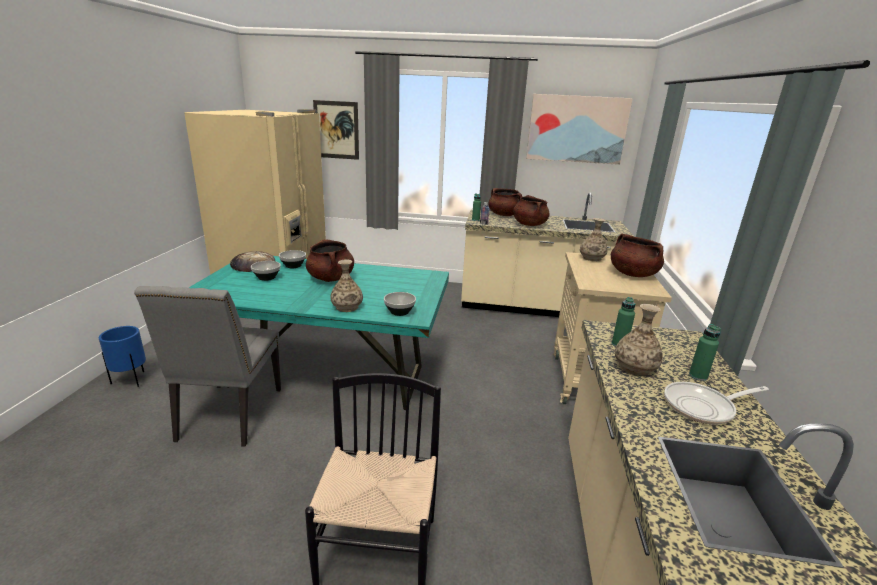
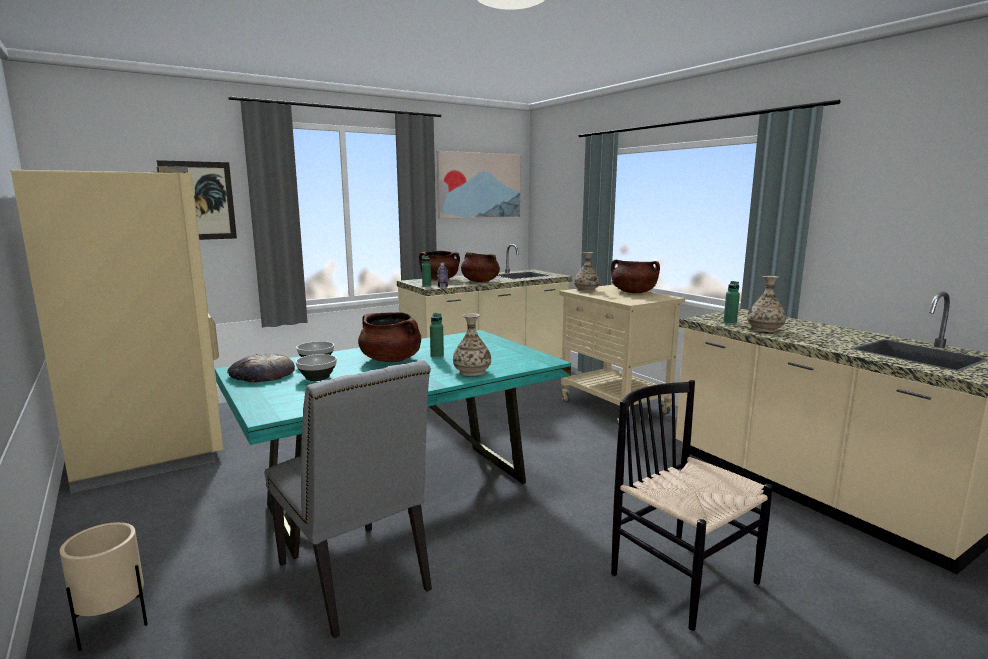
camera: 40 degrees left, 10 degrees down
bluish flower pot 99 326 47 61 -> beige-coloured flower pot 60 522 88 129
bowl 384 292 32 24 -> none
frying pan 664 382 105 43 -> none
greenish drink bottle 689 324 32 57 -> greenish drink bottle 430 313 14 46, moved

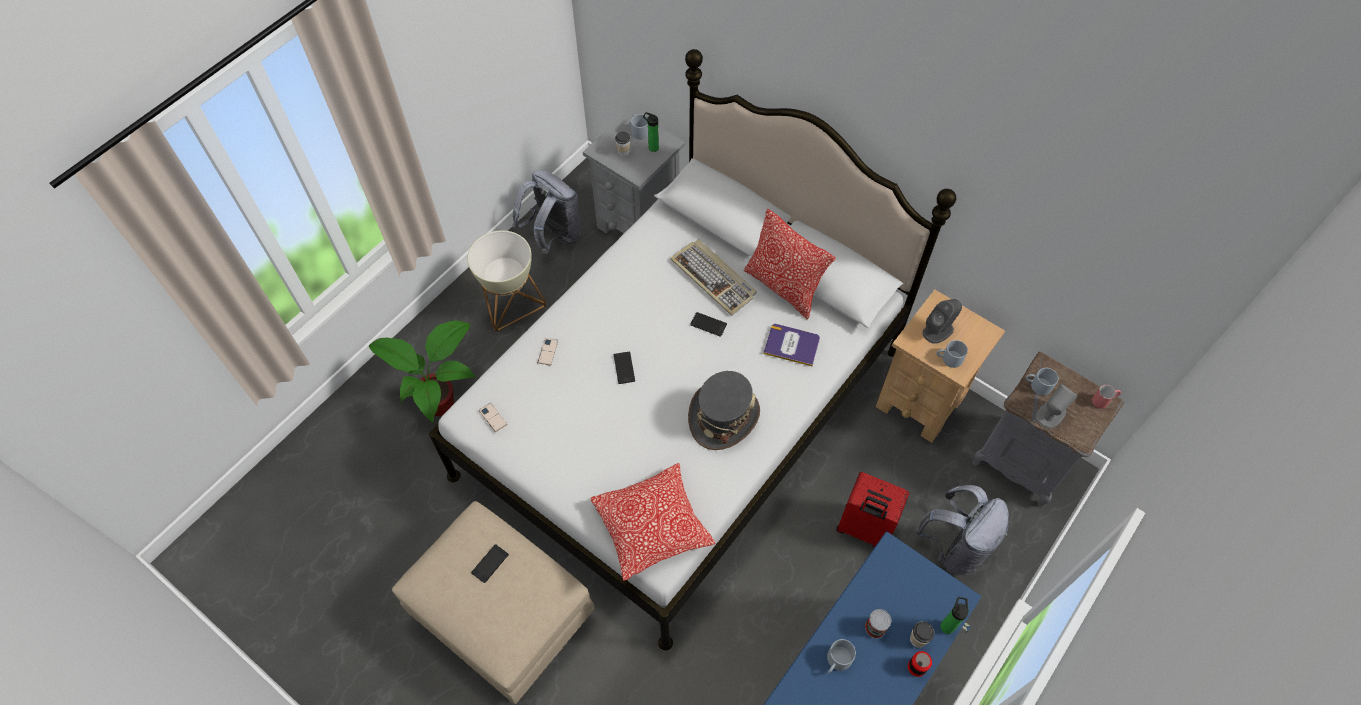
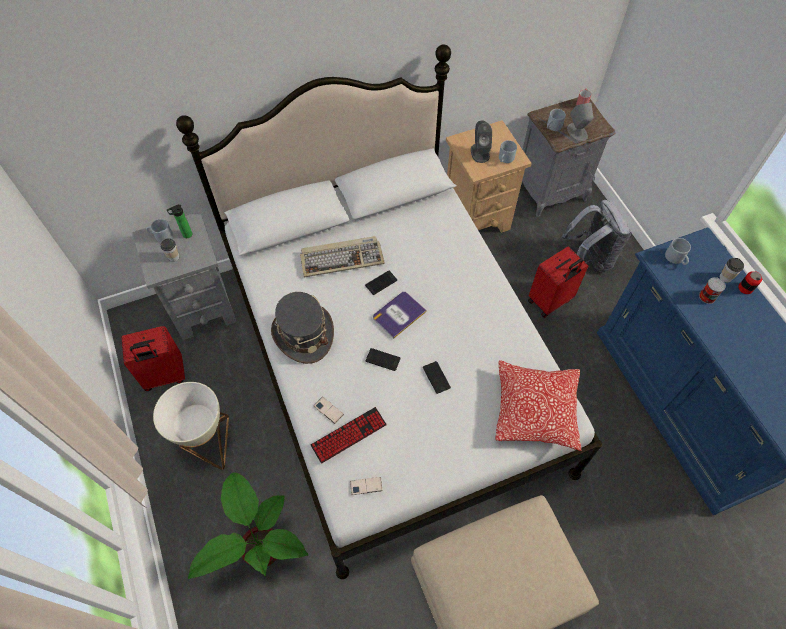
camera: 60 degrees left, 0 degrees up
phone 471 544 38 39 -> phone 423 361 28 33, moved
gray knapsack 513 170 68 84 -> reddish travel case 121 326 64 65
gray clothing hat 688 371 72 79 -> gray clothing hat 271 292 63 72, moved
cushion 744 209 91 110 -> none
volume 763 324 57 42 -> volume 373 292 54 47, moved
gray tea mug 827 639 29 35 -> gray tea mug 665 238 26 27, moved
drink bottle 940 597 29 37 -> none
none -> computer keyboard 311 407 76 57

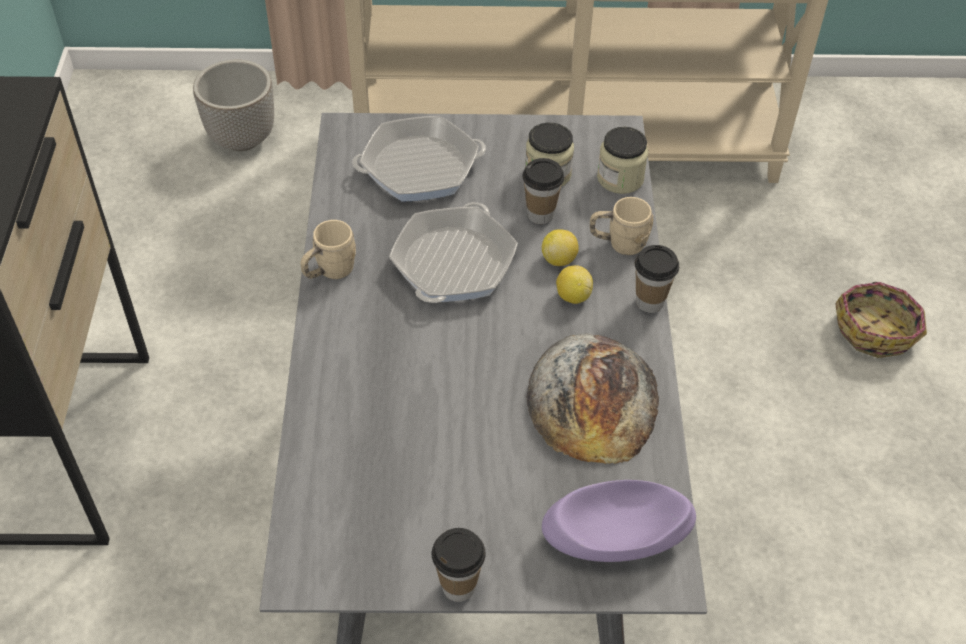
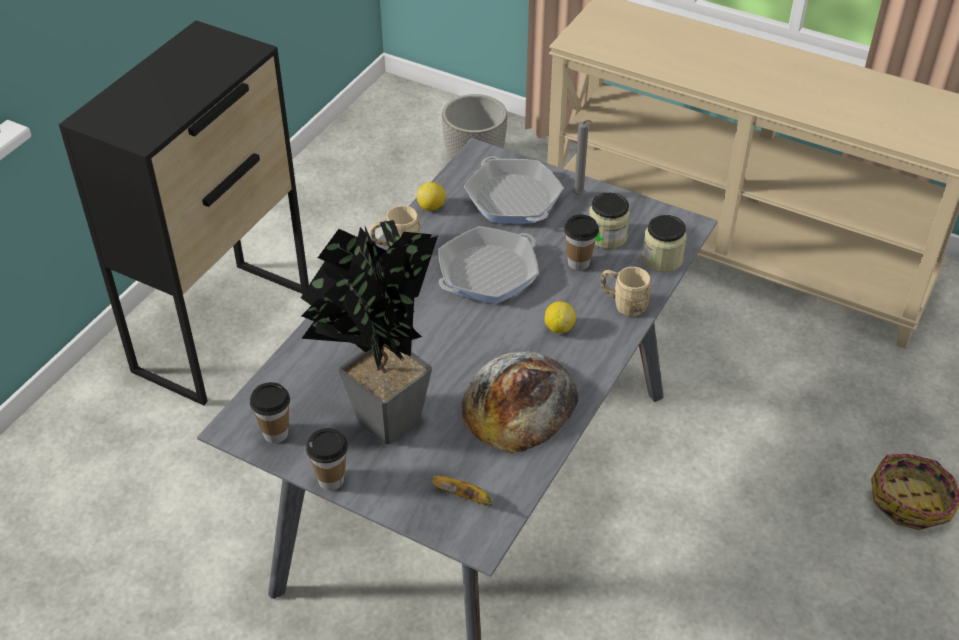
camera: 30 degrees right, 5 degrees down
frying pan 352 116 134 86 -> frying pan 464 156 100 68, 135 degrees counterclockwise
citrus fruit 542 229 37 37 -> citrus fruit 417 182 28 29, moved
purple-coloured bowl 542 480 154 82 -> banana 431 476 61 29
small cup 635 245 44 68 -> small cup 250 382 40 61, moved
none -> plant in a pot 301 220 137 224
none -> gray candle 573 120 18 75

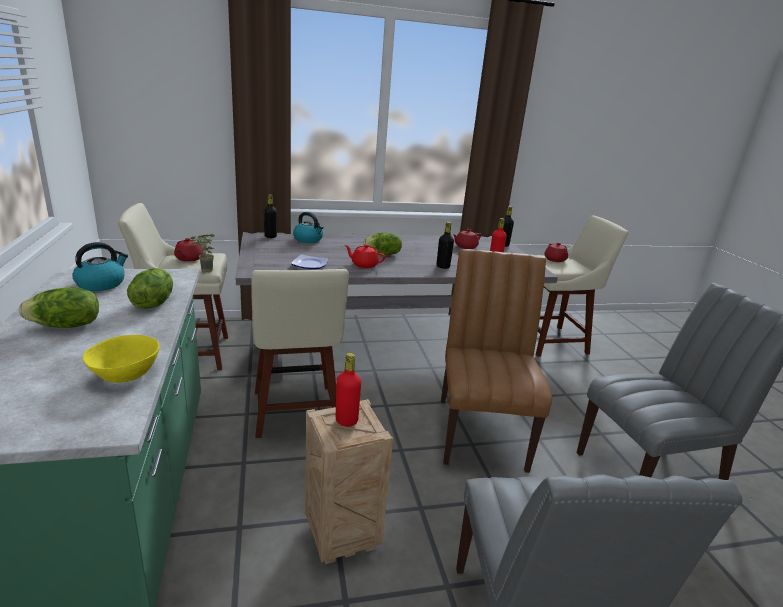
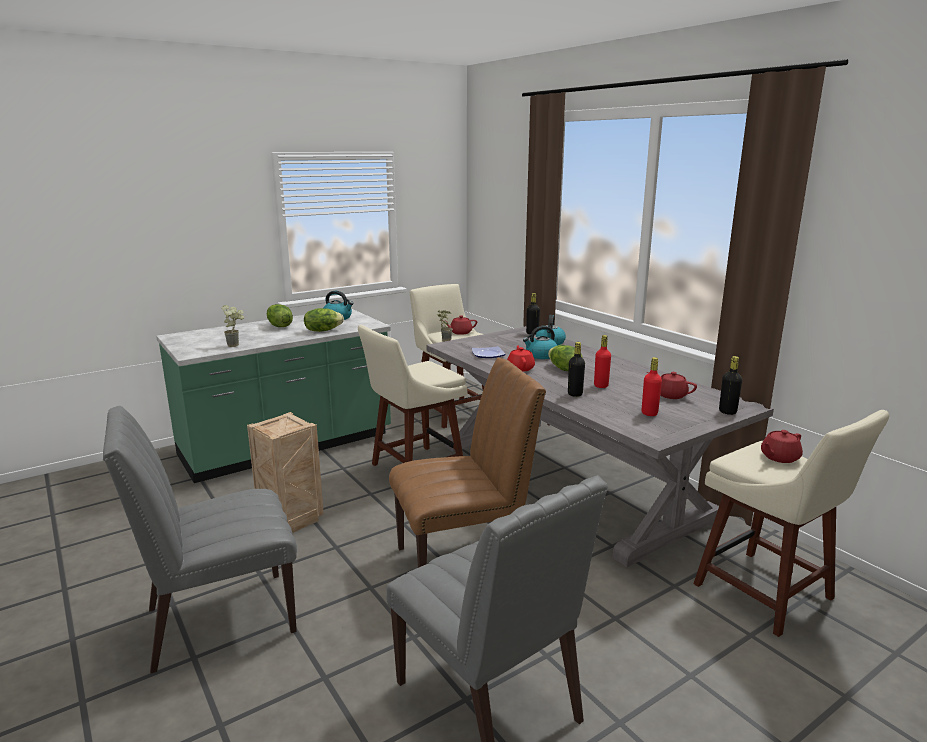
camera: 70 degrees right, 5 degrees down
yellow-coloured bowl 83 335 77 48 -> plant in a pot 222 305 22 42
reddish drink bottle 336 353 25 74 -> reddish drink bottle 594 335 17 53, moved
none -> tea kettle 523 326 34 33

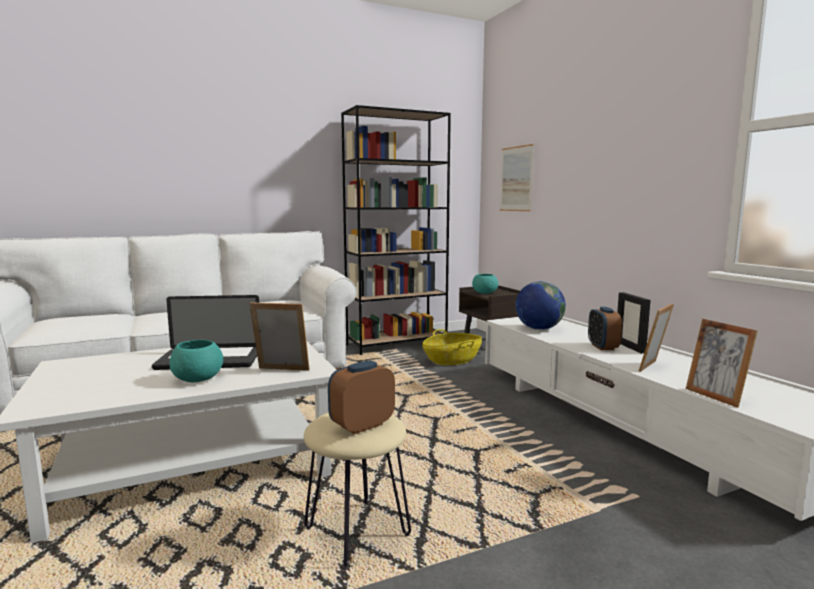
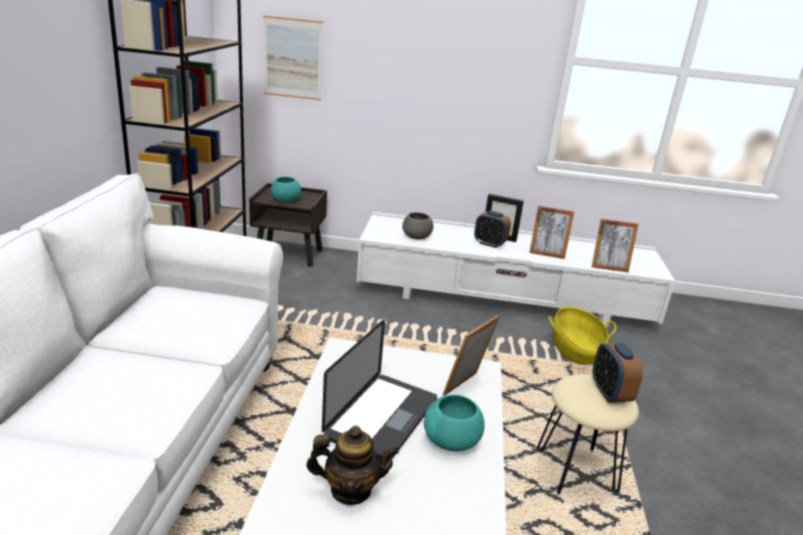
camera: 60 degrees left, 15 degrees up
storage basket 423 329 59 36 -> storage basket 548 307 68 58, moved
world globe 516 281 50 49 -> gray bowl 402 212 31 28
photo frame 639 303 35 69 -> photo frame 529 206 45 53, 60 degrees counterclockwise
none -> pot for tea 306 426 93 79

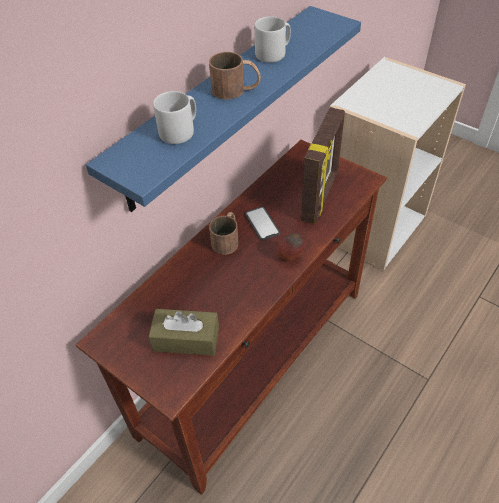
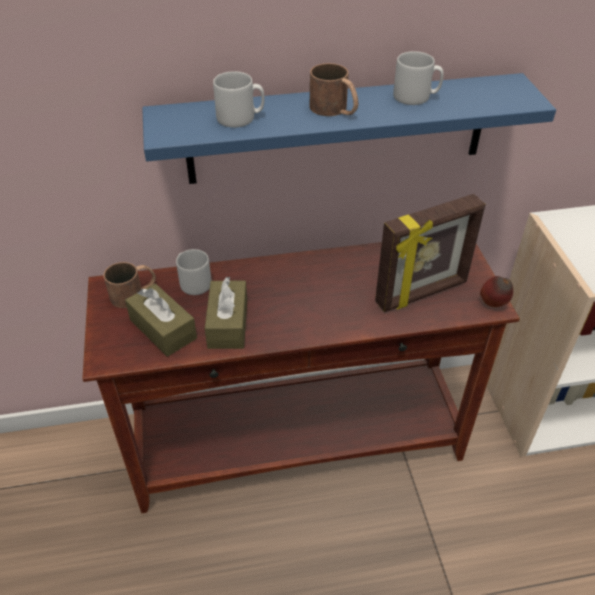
camera: 40 degrees right, 5 degrees down
brownish tea mug 209 212 30 43 -> brownish tea mug 104 262 52 46, moved
phone 245 206 35 35 -> none
apple 278 233 27 28 -> apple 480 276 33 31, moved
none -> gray tea mug 176 249 36 46
none -> brownish tissue holder 205 277 42 72

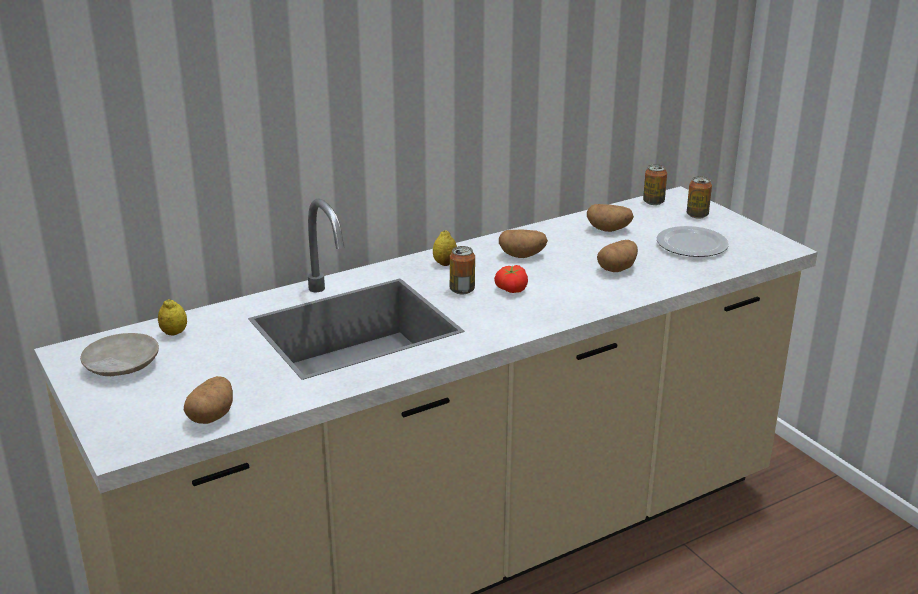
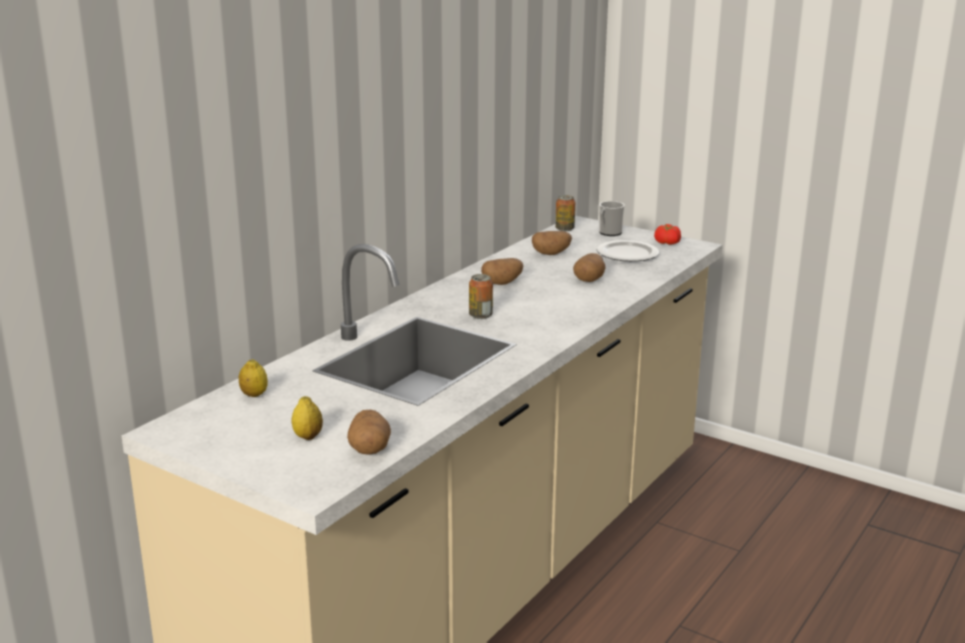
camera: 25 degrees left, 5 degrees down
beige-coloured flat dish 80 333 79 43 -> none
citrus fruit 433 231 24 35 -> citrus fruit 292 396 31 44, moved
tomato 494 265 34 28 -> tomato 654 224 27 21, moved
metal can 687 176 25 42 -> tea mug 599 201 26 35

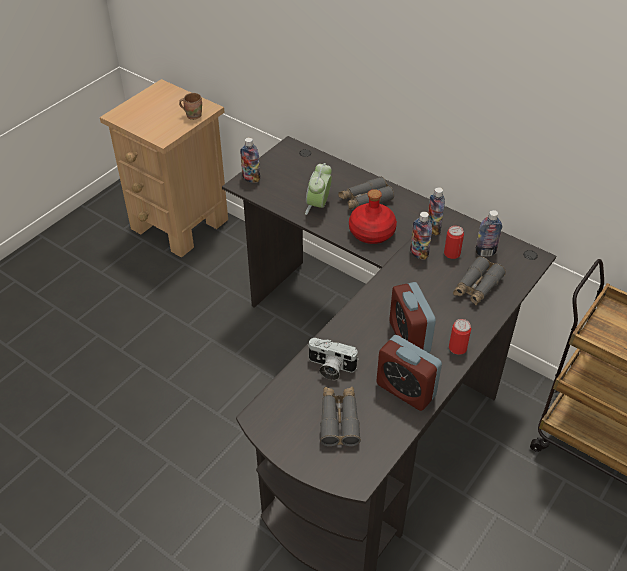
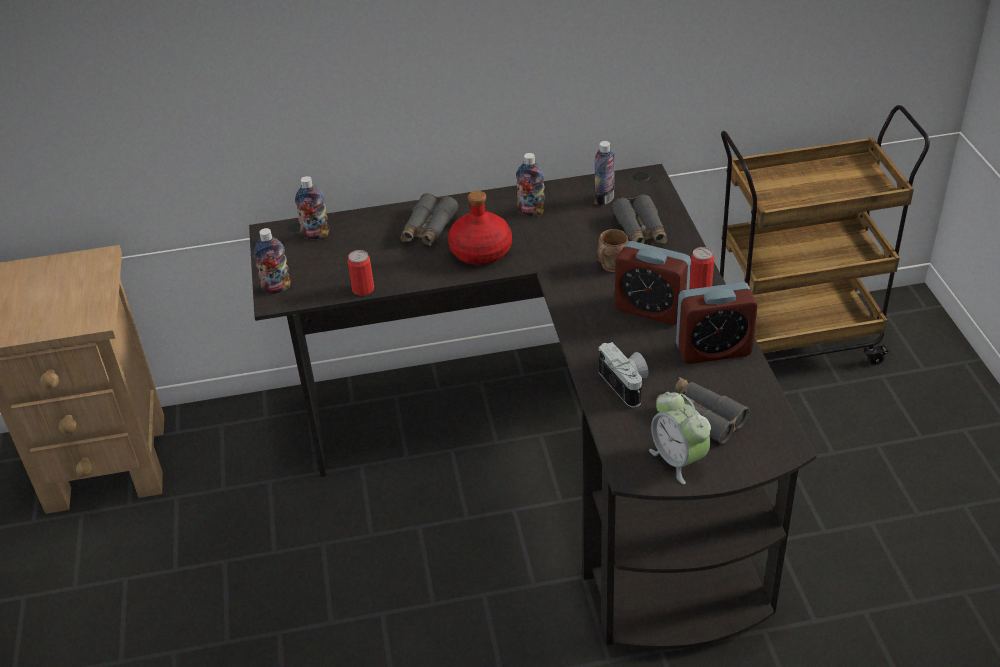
camera: 45 degrees left, 5 degrees down
brownish tea mug 179 93 23 27 -> brownish tea mug 597 229 32 43, moved
bedside clock 305 163 27 52 -> bedside clock 649 392 62 92, moved
photo camera 307 338 52 42 -> photo camera 598 342 50 65, 90 degrees counterclockwise
drink bottle 410 212 22 48 -> drink bottle 295 176 34 63, moved
metal can 444 226 20 33 -> metal can 348 250 26 46, moved

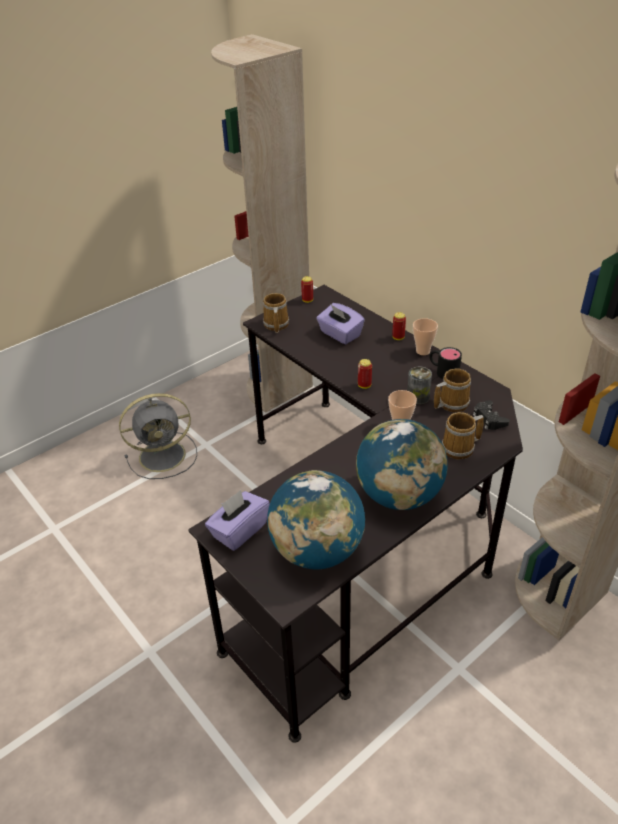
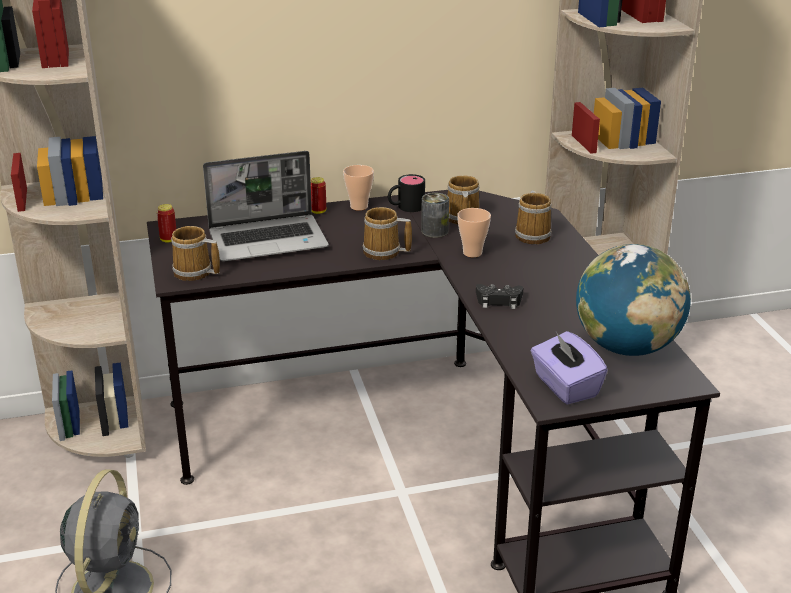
camera: 65 degrees left, 10 degrees down
purple-coloured tissue holder 316 303 49 41 -> portable computer 203 151 126 111
world globe 356 419 92 91 -> none
metal can 358 359 14 30 -> tea mug 363 207 49 53
blackish joypad 473 400 36 30 -> blackish joypad 476 284 47 25, moved

